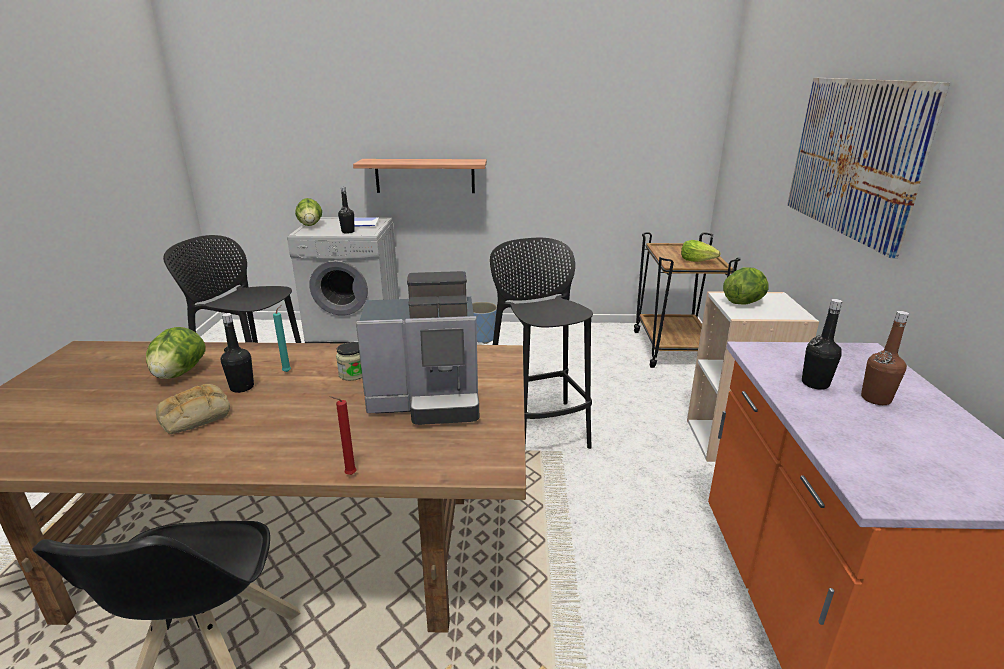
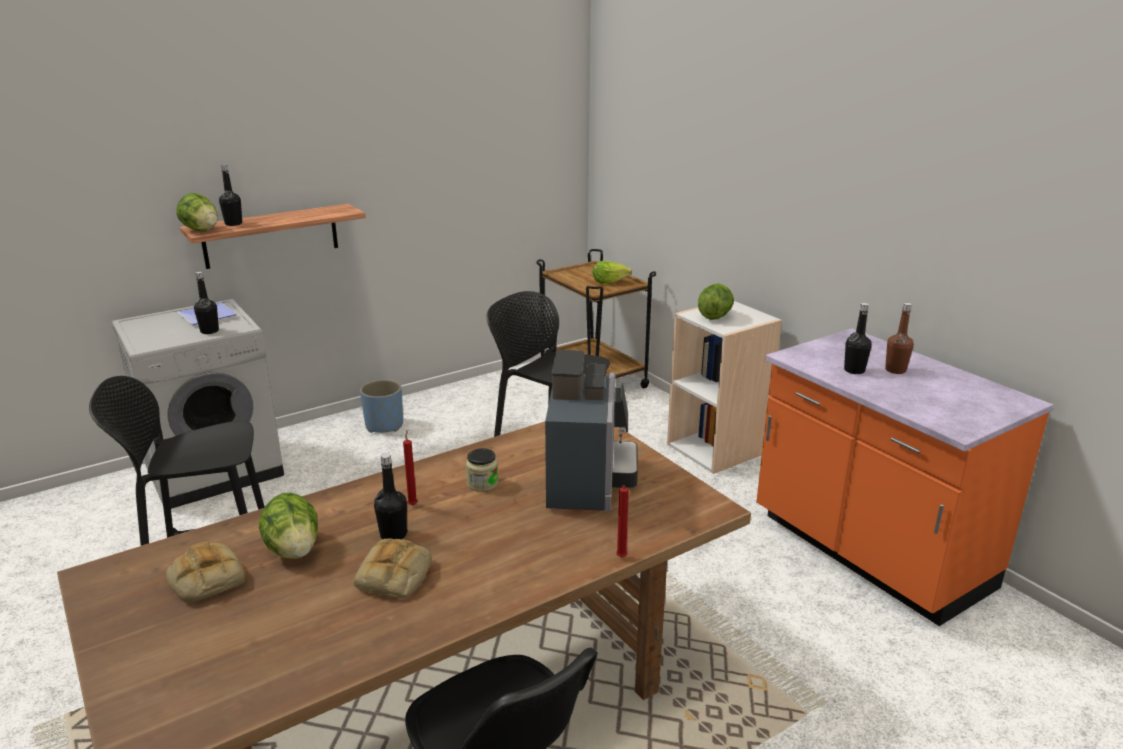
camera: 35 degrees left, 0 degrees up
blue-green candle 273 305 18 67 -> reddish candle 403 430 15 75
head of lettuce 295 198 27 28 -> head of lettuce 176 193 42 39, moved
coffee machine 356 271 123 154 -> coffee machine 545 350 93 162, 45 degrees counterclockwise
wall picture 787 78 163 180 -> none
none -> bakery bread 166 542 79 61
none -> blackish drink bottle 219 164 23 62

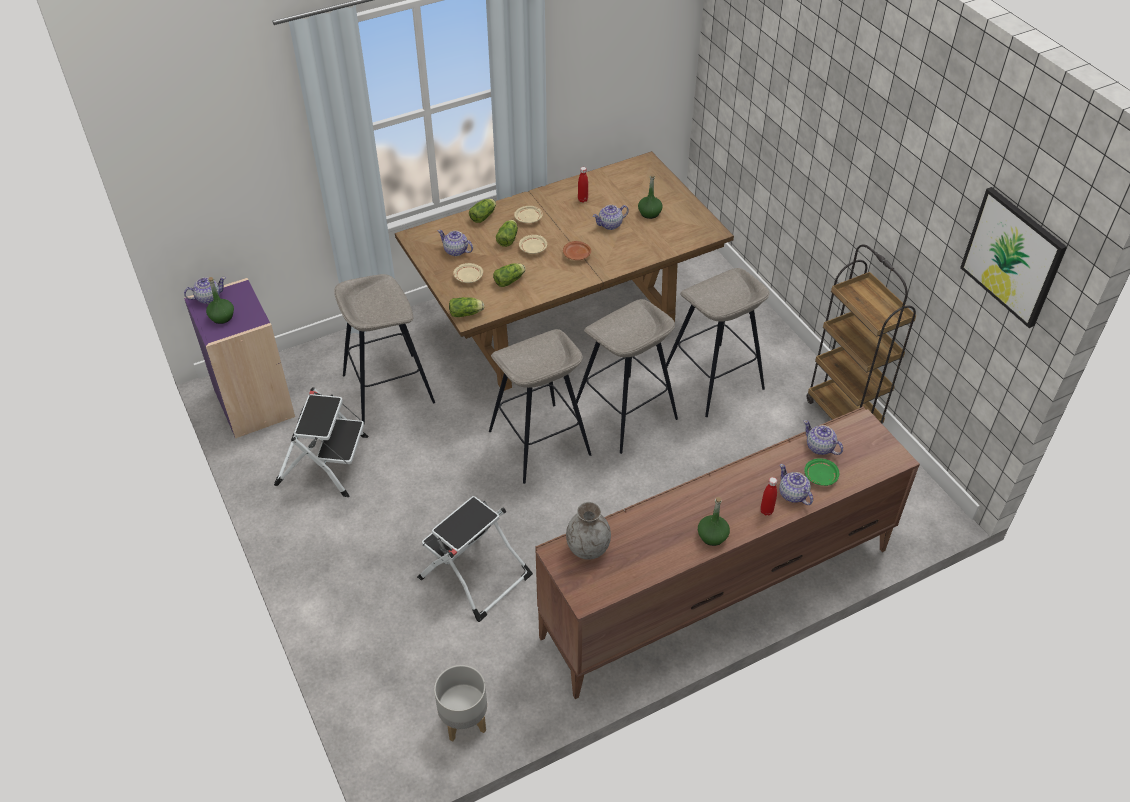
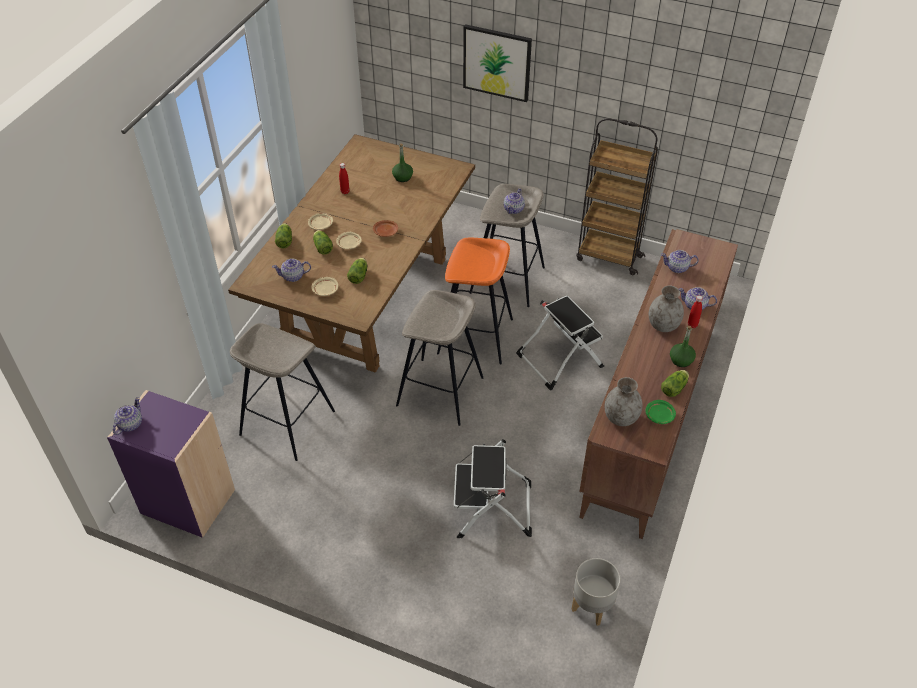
camera: 40 degrees left, 0 degrees up
greenish drink bottle 206 277 28 47 -> none
stepladder 274 387 94 110 -> stepladder 516 296 89 95, moved
head of lettuce 449 297 35 20 -> head of lettuce 661 370 28 27, moved
gray sitting stool 573 299 105 155 -> orange-coloured sitting stool 437 238 76 127
pot for tea 593 205 36 25 -> pot for tea 504 188 21 26, moved
greenish flat dish 804 458 35 28 -> greenish flat dish 645 400 31 24, moved
wall picture 960 187 107 141 -> wall picture 463 24 69 78, moved
none -> gray decorative vase 649 286 35 46

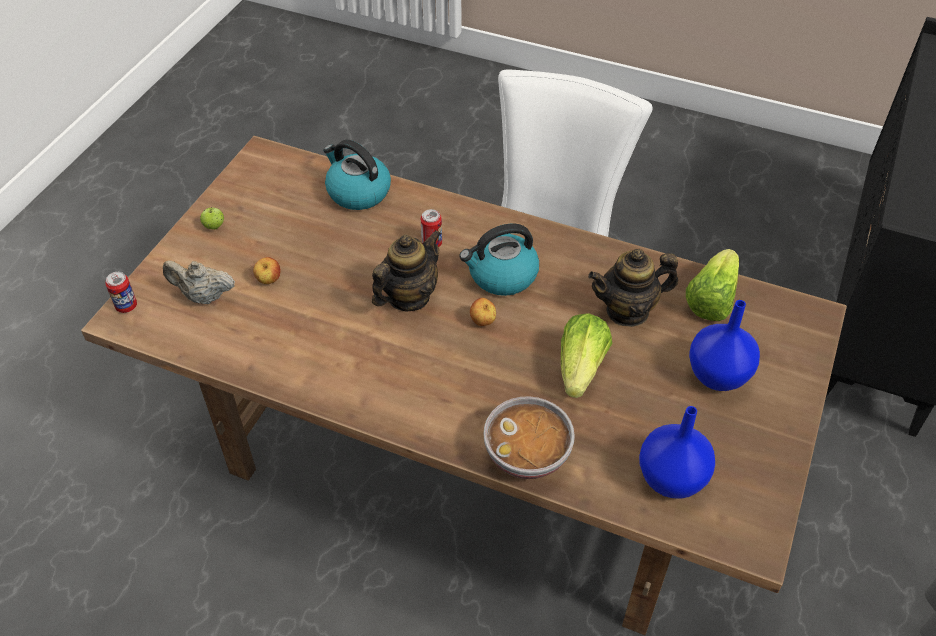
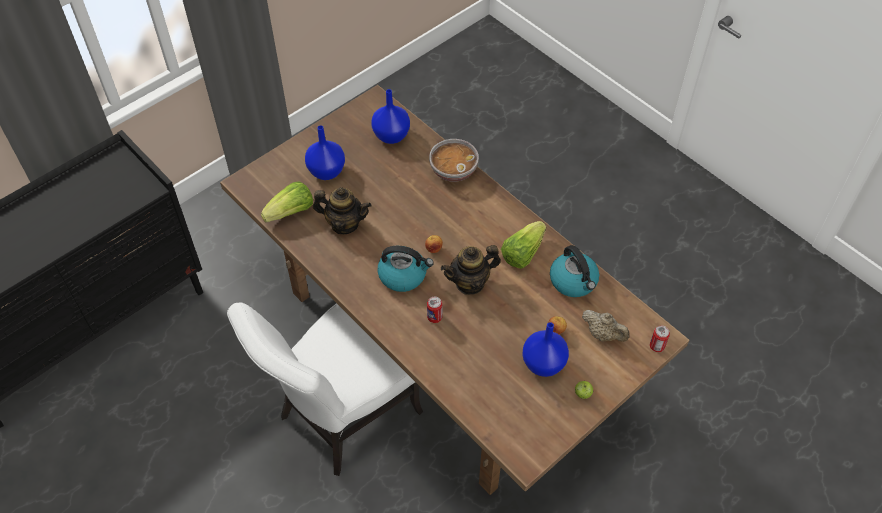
camera: 155 degrees left, 5 degrees up
tea kettle 323 140 68 70 -> tea kettle 550 245 49 52, moved
head of lettuce 561 313 51 85 -> head of lettuce 501 221 45 48, moved
none -> bluish decorative vase 522 322 47 55

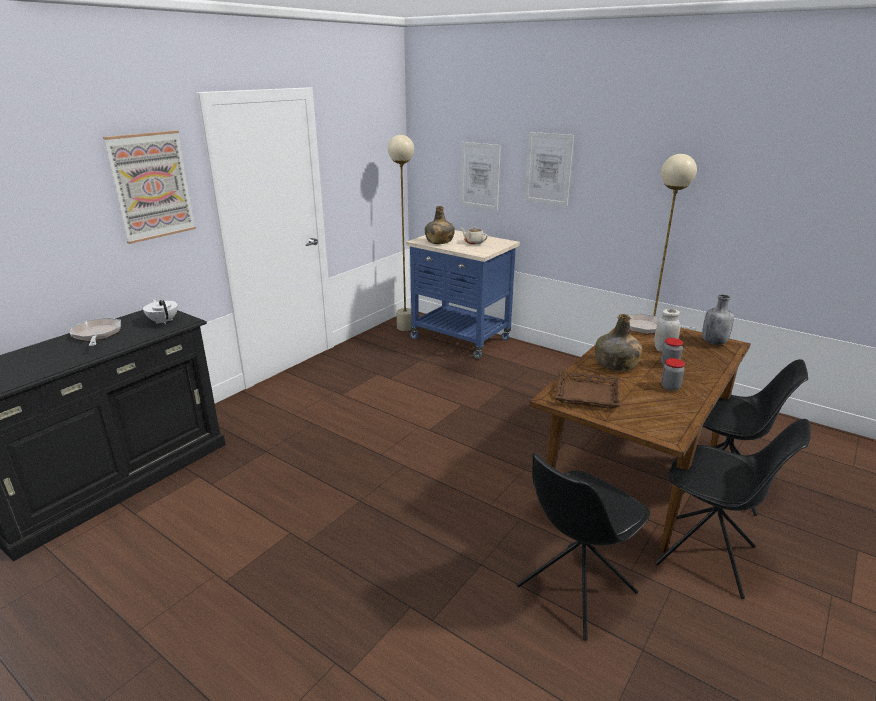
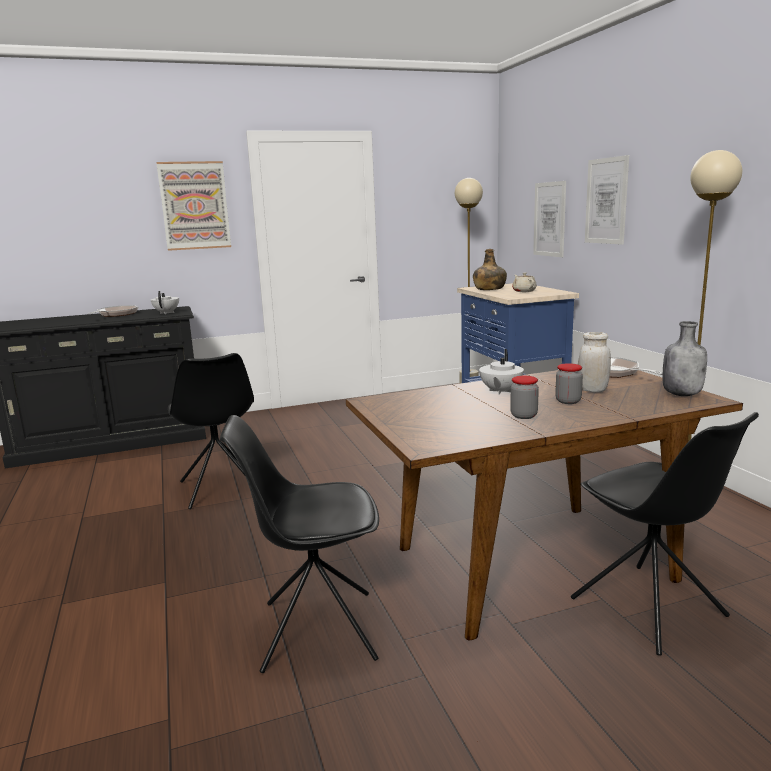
camera: 35 degrees right, 10 degrees down
brownish carrying tray 554 371 67 38 -> none
greenish drink bottle 595 314 48 57 -> whitish pot for tea 479 349 45 46
blackish chair 655 419 156 180 -> blackish chair 168 353 86 156, moved

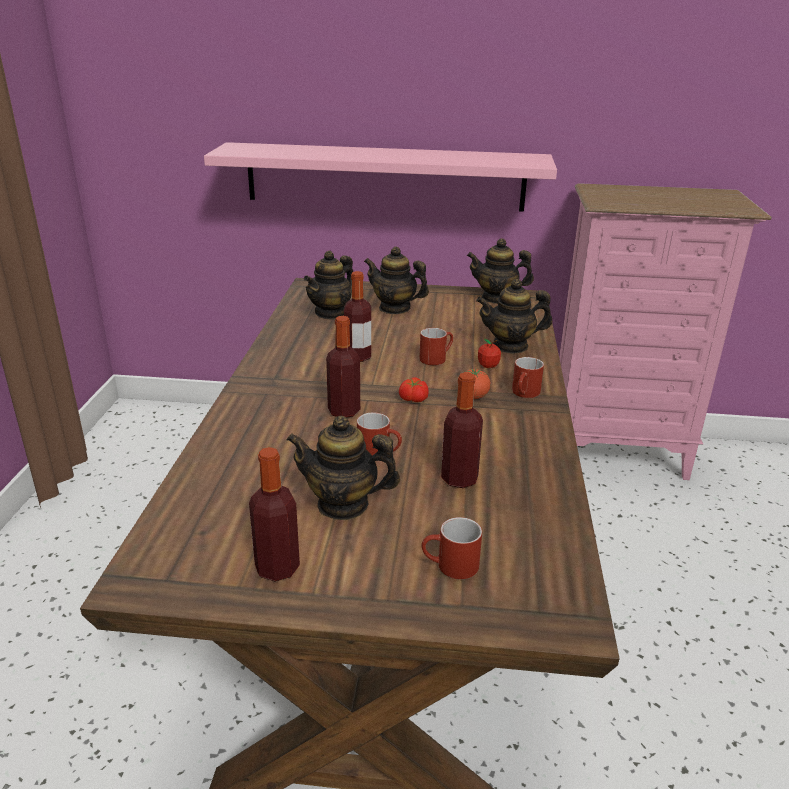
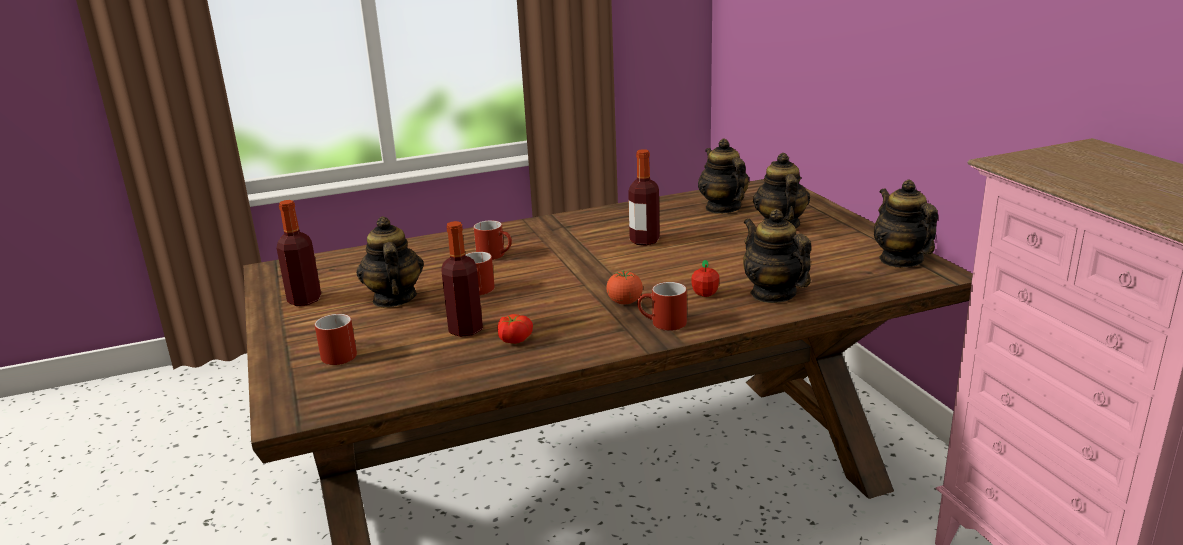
camera: 65 degrees right, 5 degrees down
pinkish shelf 204 142 353 70 -> none
pot for tea 304 250 49 70 -> pot for tea 698 139 51 75, 60 degrees clockwise
drink bottle 326 316 34 102 -> none
tomato 399 377 30 25 -> tomato 497 314 36 30, moved
reddish tea mug 420 328 33 37 -> reddish tea mug 474 220 38 40, moved

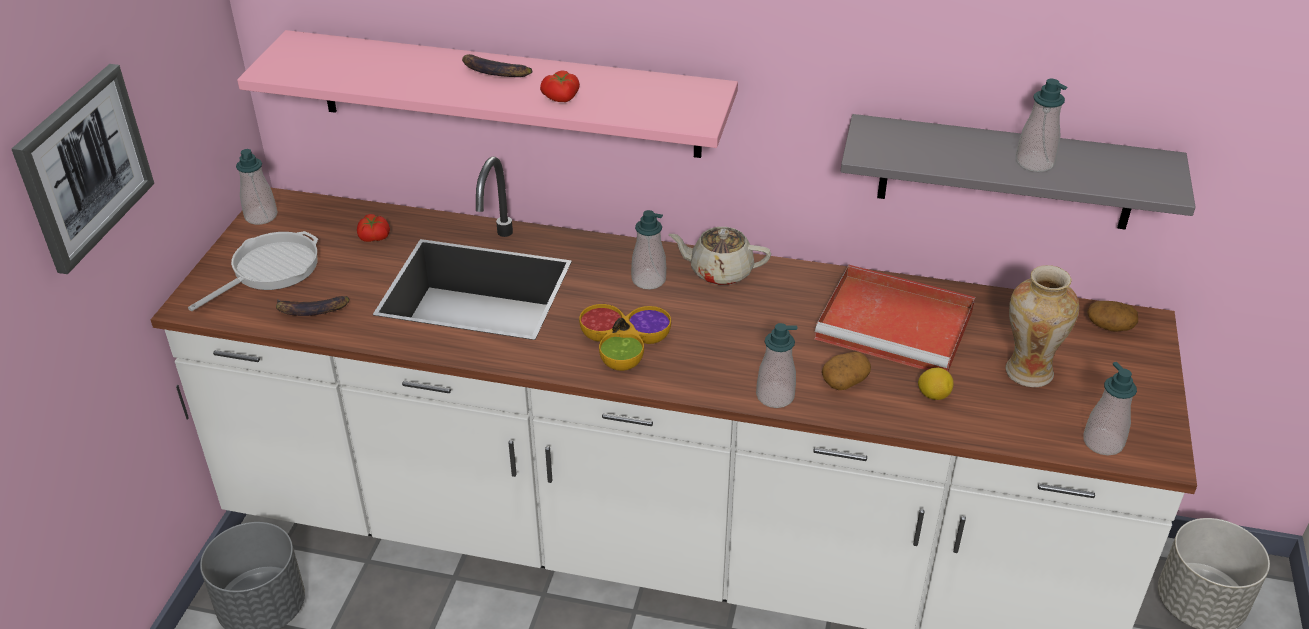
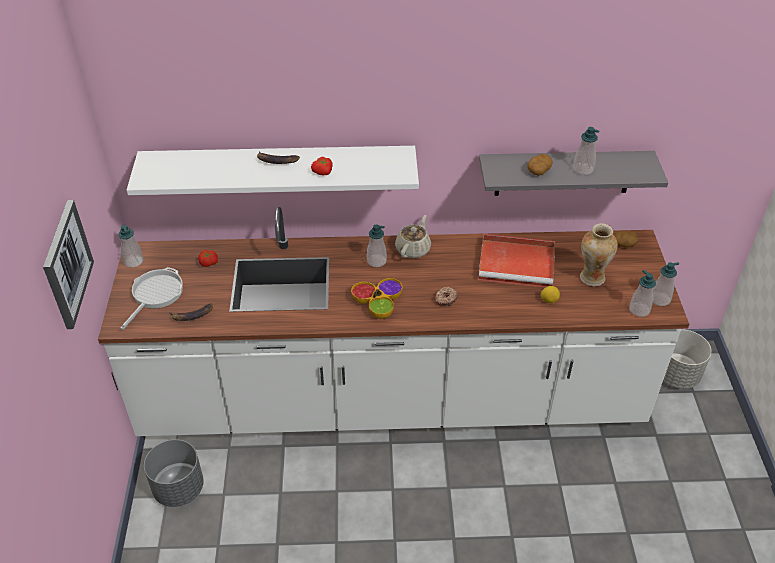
camera: 15 degrees left, 5 degrees up
pinkish shelf 237 30 501 128 -> whitish shelf 127 146 292 49
beige-coloured pot for tea 668 227 103 58 -> beige-coloured pot for tea 395 215 36 43, 120 degrees clockwise
soap dispenser 756 323 42 85 -> soap dispenser 653 262 26 44, moved
spud 822 352 49 38 -> spud 527 154 26 22, moved
none -> doughnut 435 287 23 20

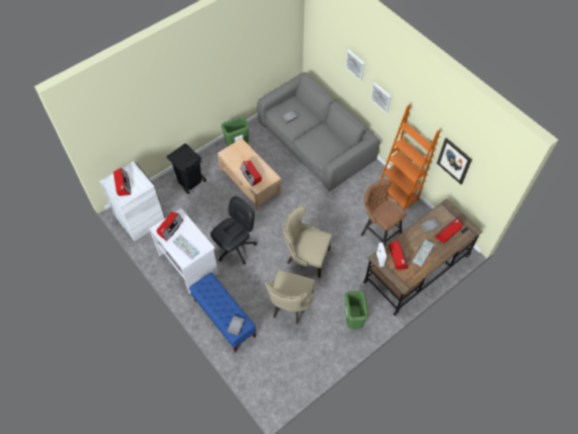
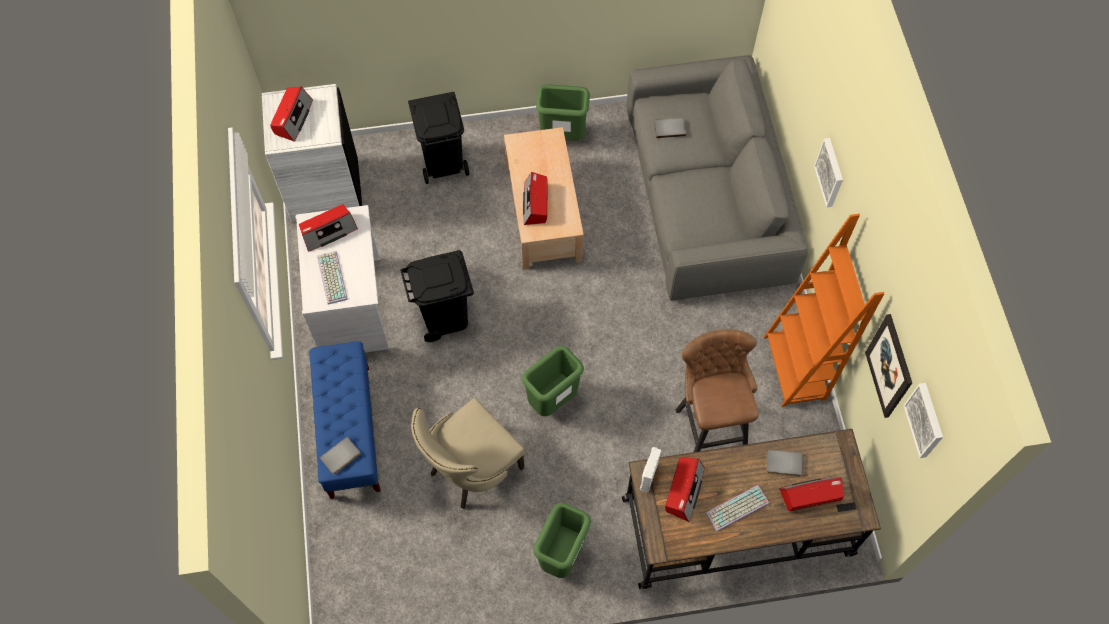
camera: 30 degrees right, 5 degrees up
blackish desk chair 211 196 46 69 -> blackish trash can 400 250 74 92
beige-coloured chair 284 206 48 72 -> greenish trash can 522 346 62 70
wall picture 345 50 20 31 -> wall picture 903 383 40 75, moved

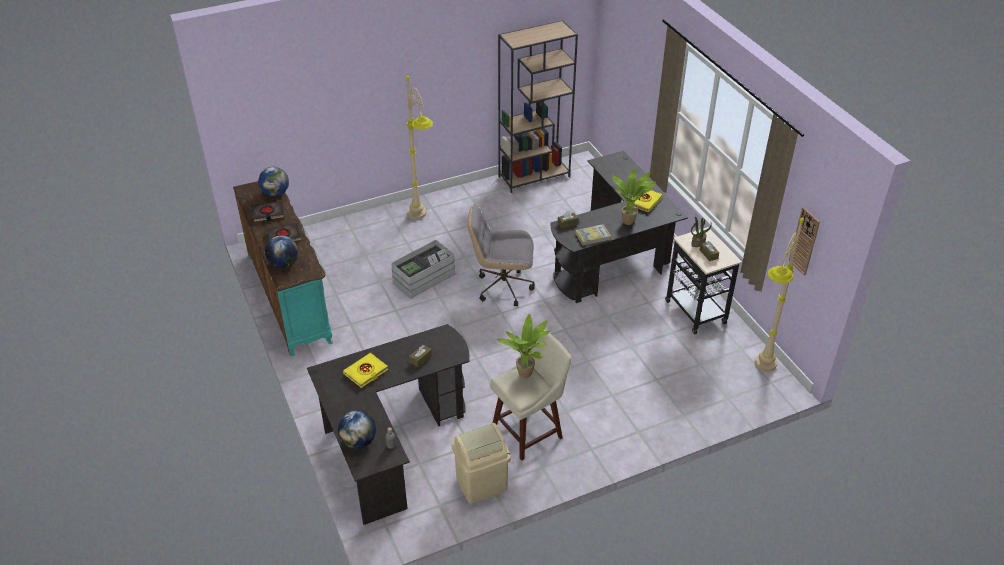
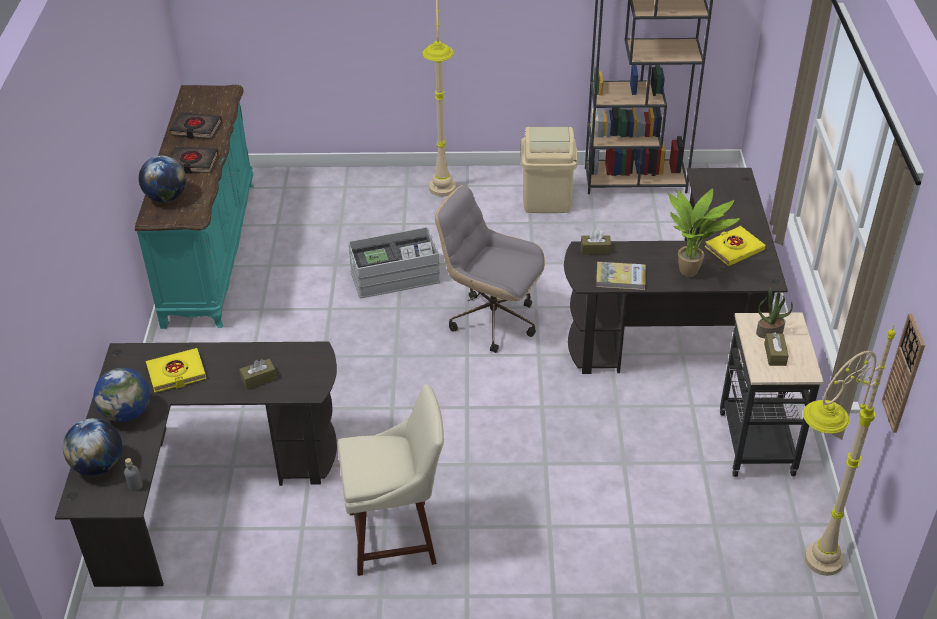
camera: 25 degrees right, 0 degrees up
world globe 258 167 31 30 -> world globe 93 368 57 54, moved
beige-coloured trash can 451 423 60 81 -> beige-coloured trash can 521 127 56 86, moved
plant in a pot 497 314 54 64 -> none

